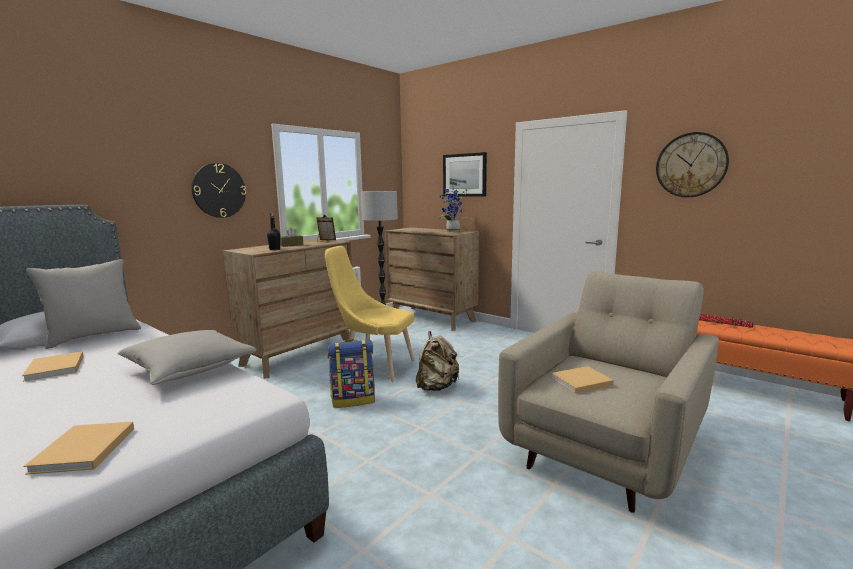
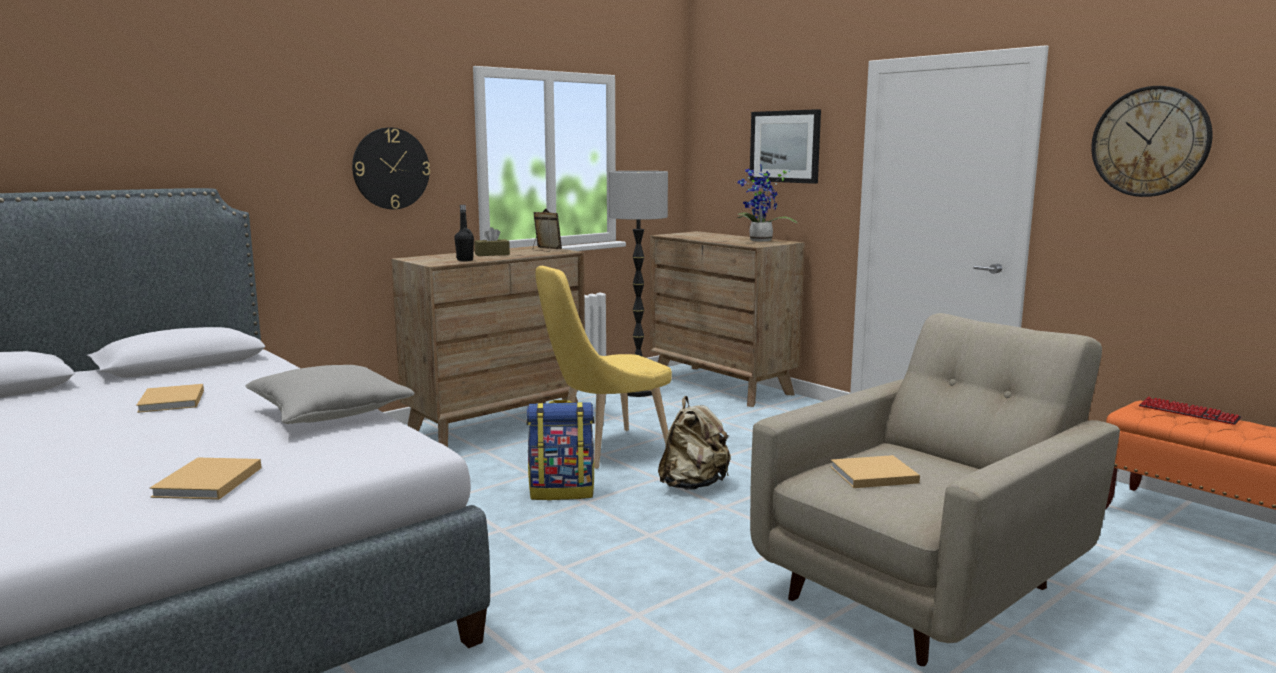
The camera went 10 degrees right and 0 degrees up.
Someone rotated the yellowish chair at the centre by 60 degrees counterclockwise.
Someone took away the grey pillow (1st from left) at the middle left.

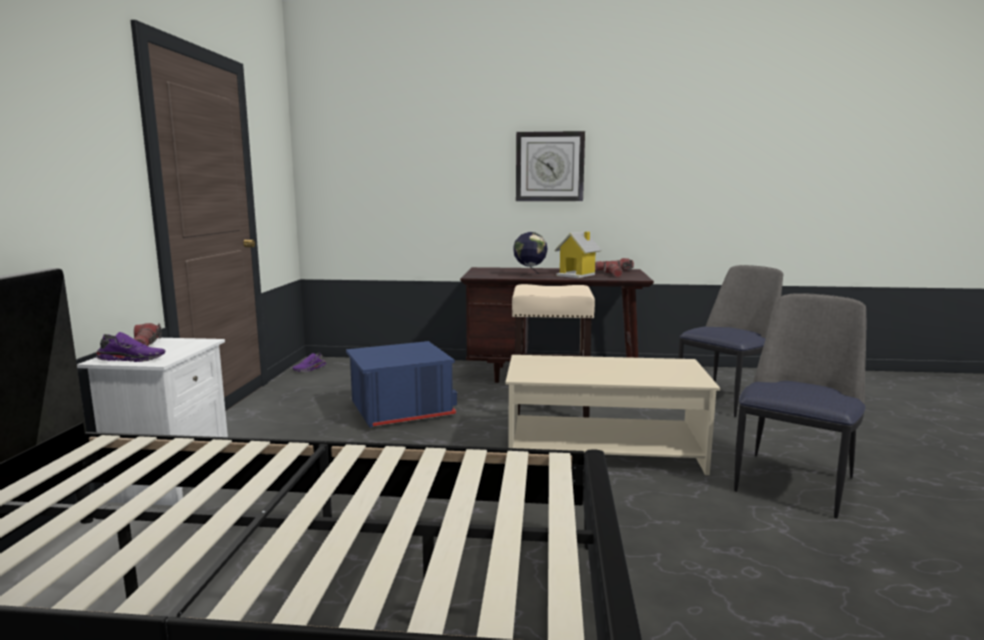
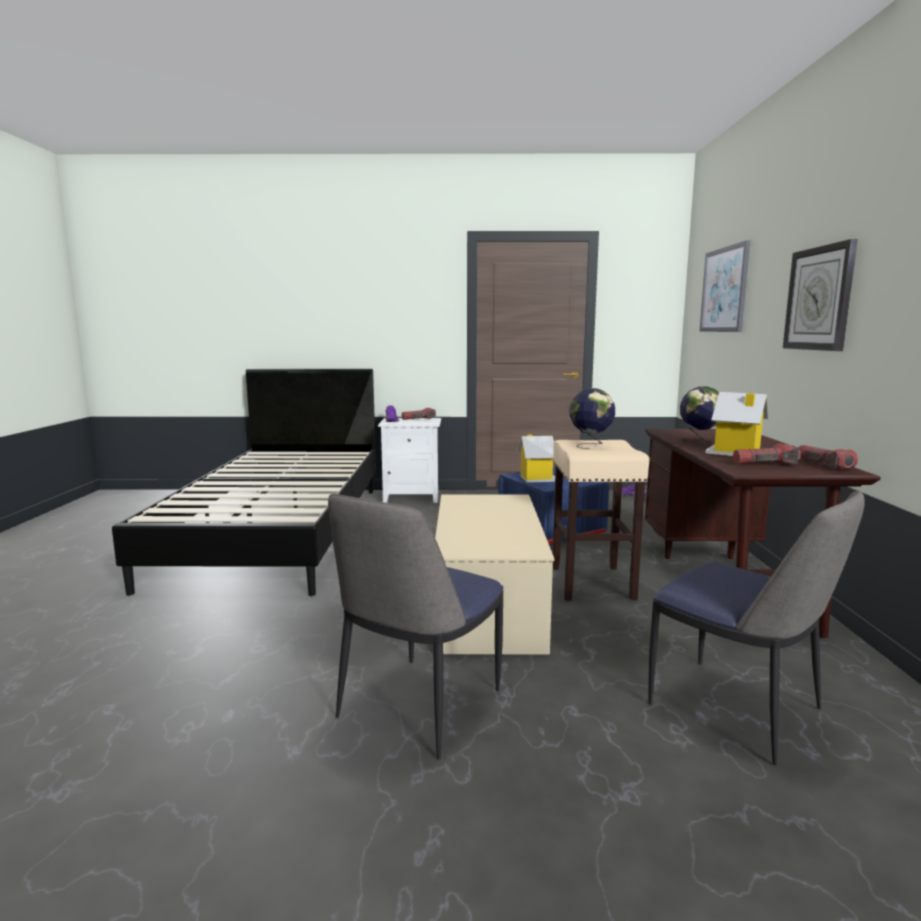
The camera went 85 degrees right and 0 degrees up.
Someone rotated the chair (2nd from left in the first image) at the middle right by 90 degrees clockwise.
Someone put up the wall picture at the top right.
Someone put down the desk globe (1st from left) at the centre.
Someone put down the miniature house (1st from left) at the centre.

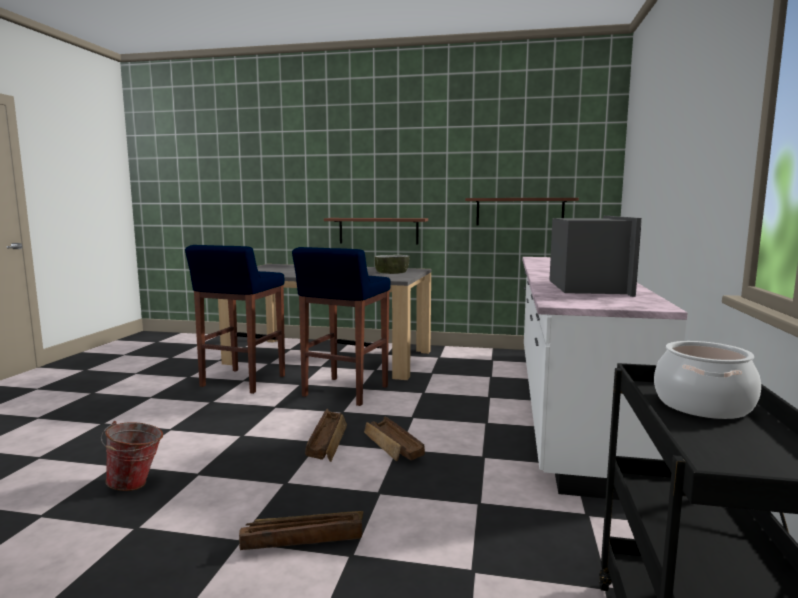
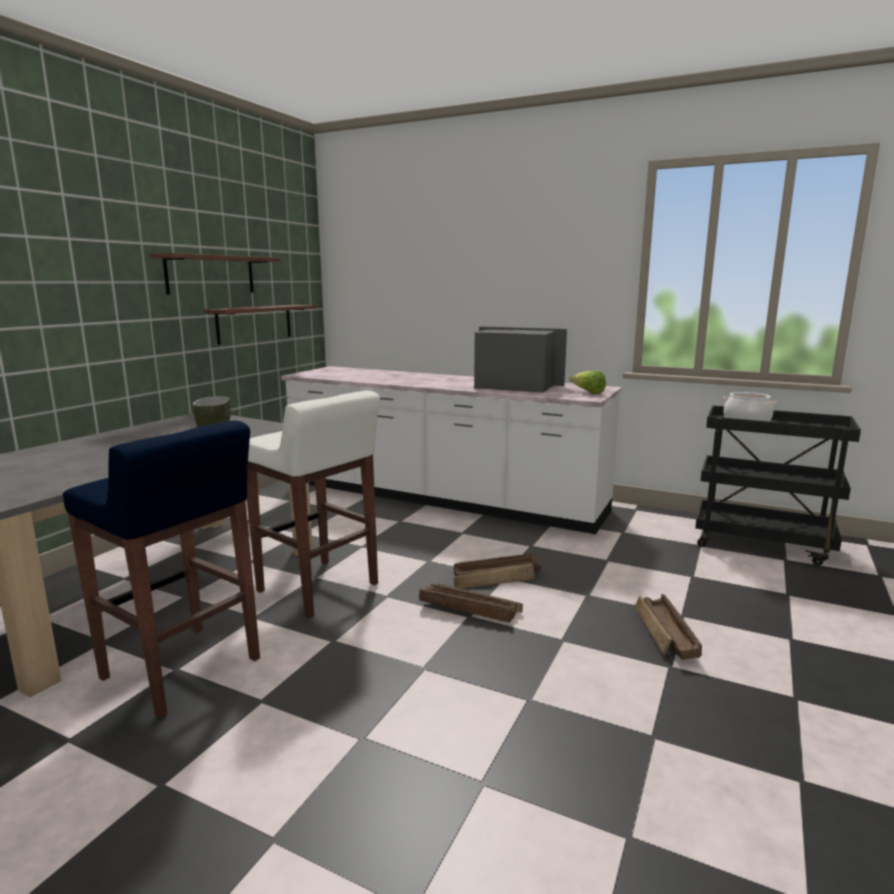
The camera went 75 degrees left and 5 degrees up.
Someone carried the bracket shelf (1st from left) from the centre to the top left.
Someone repainted the bluish sitting stool (2nd from left) at the centre, which became the white sitting stool at the centre.
Someone took away the water bucket at the bottom left.
Someone put down the lettuce head at the centre.

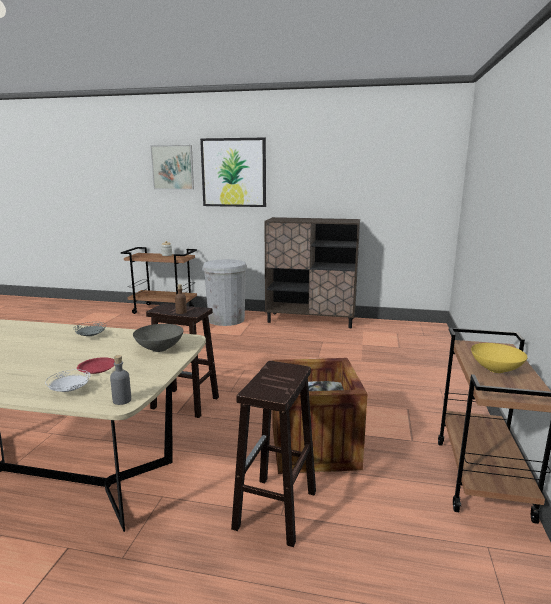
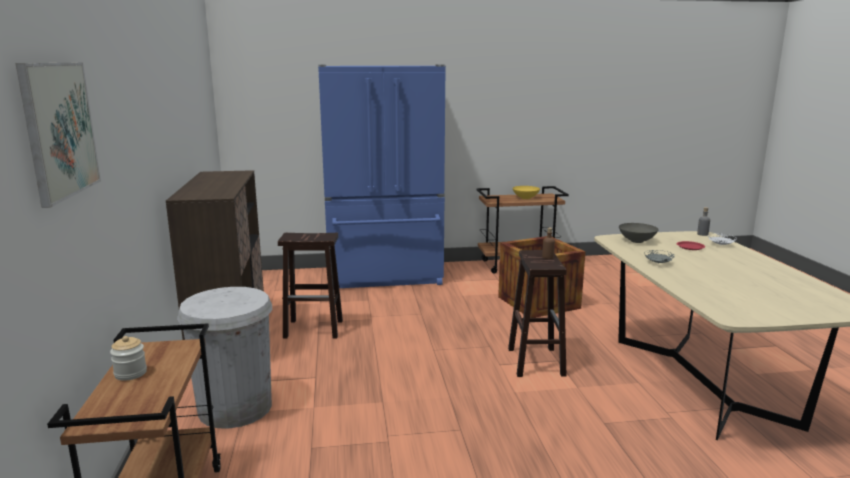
The camera went 110 degrees left and 0 degrees up.
Someone took away the wall picture (2nd from left) at the top centre.
Someone carried the brown-coloured sitting stool (2nd from left in the first image) from the bottom centre to the centre.
Someone put down the bluish fridge at the centre.

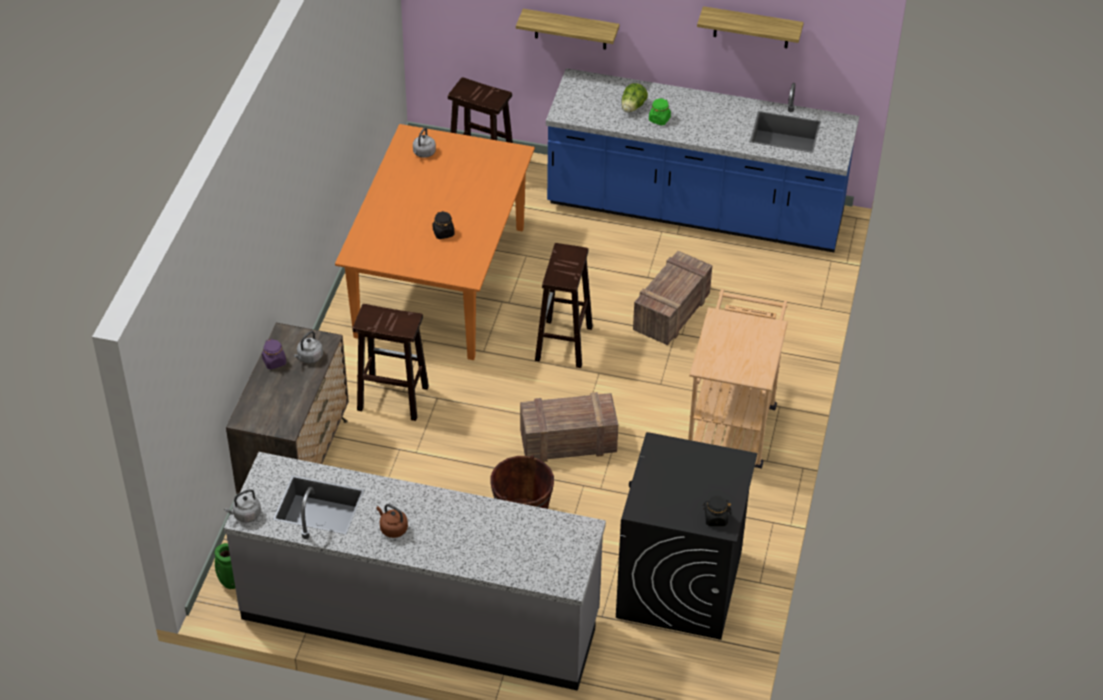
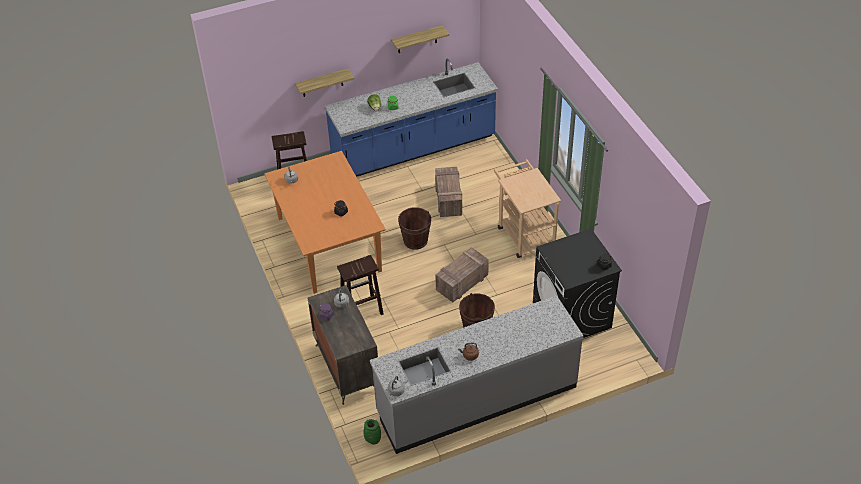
The camera went 35 degrees left and 0 degrees up.
Someone swapped the brown-coloured sitting stool (3rd from left) at the centre for the brown-coloured water bucket (1st from left) at the centre.

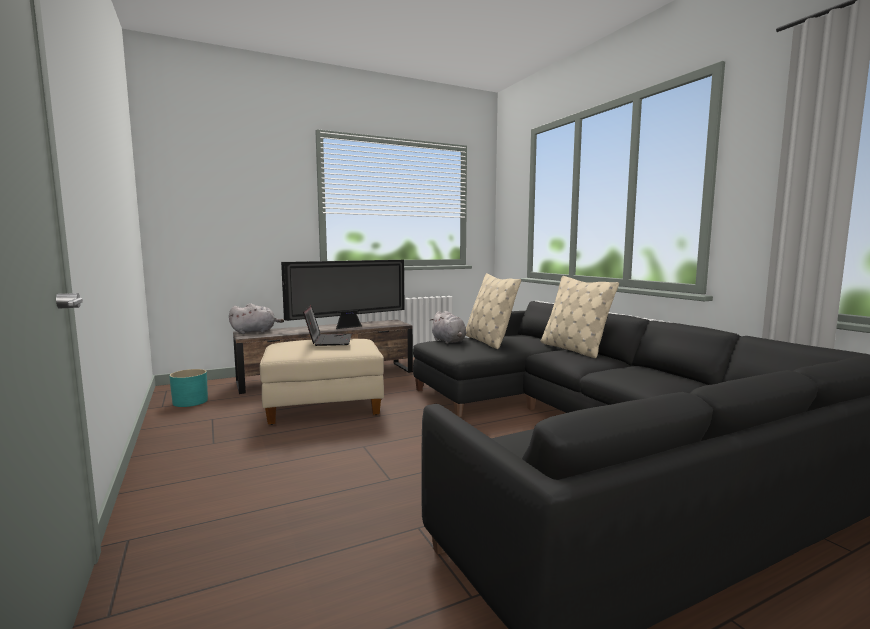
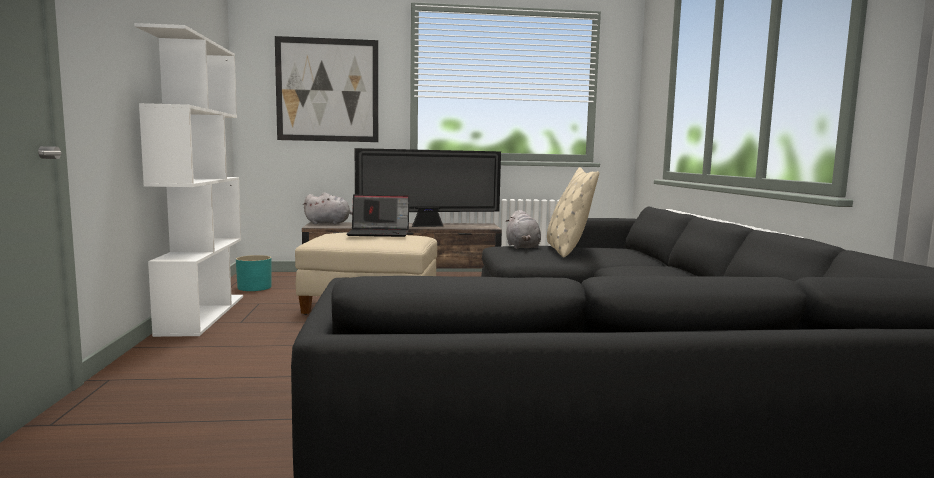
The camera went 20 degrees right and 0 degrees up.
Someone took away the sand-coloured pillow (2nd from left) at the middle right.
Someone rotated the notebook computer at the centre by 75 degrees clockwise.
Someone put down the white bookshelf at the middle left.
Someone put up the wall picture at the top centre.

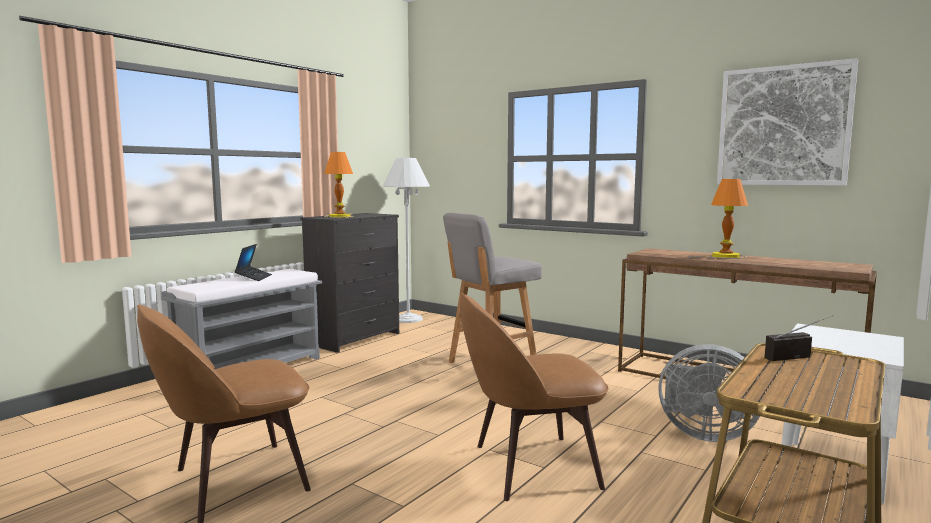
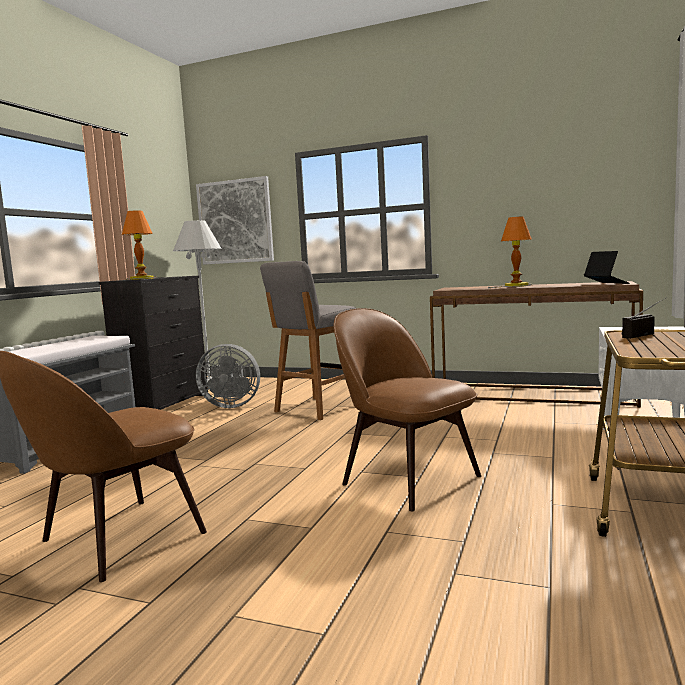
The camera went 15 degrees left and 0 degrees up.
Someone carried the wall picture from the top right to the top centre.
Someone carried the notebook computer from the middle left to the middle right.
Someone rotated the brown-coloured chair (2nd from left) at the bottom centre by 75 degrees clockwise.
Someone carried the grey fan from the bottom right to the middle left.

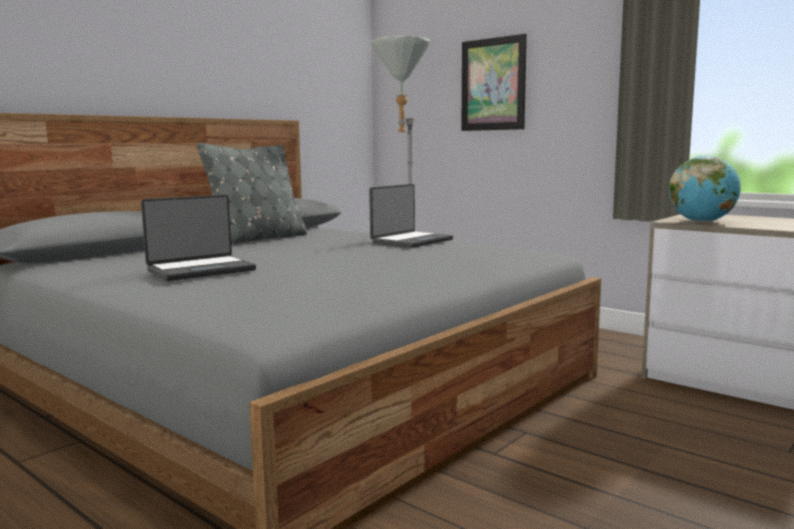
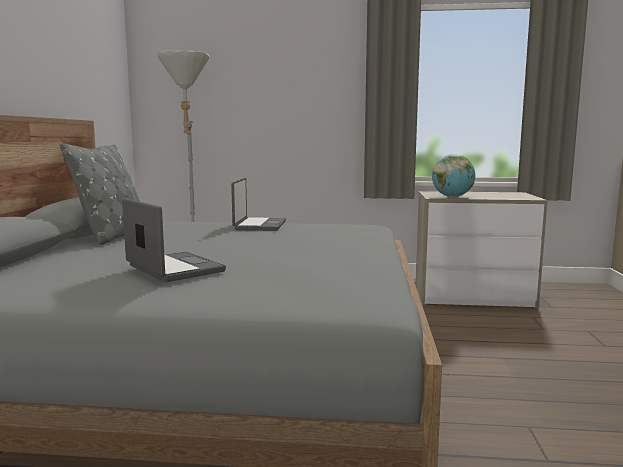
The camera went 35 degrees left and 0 degrees up.
Someone took away the wall picture at the top centre.
Someone rotated the notebook computer (1st from left) at the middle left by 60 degrees counterclockwise.

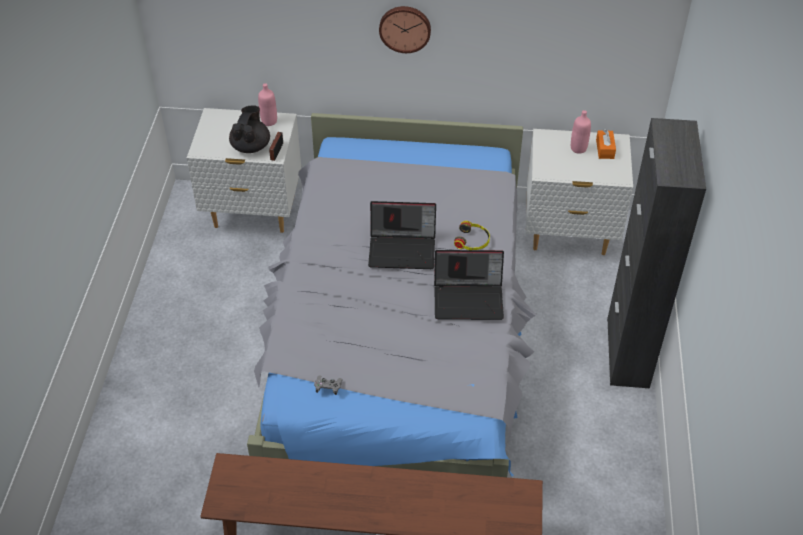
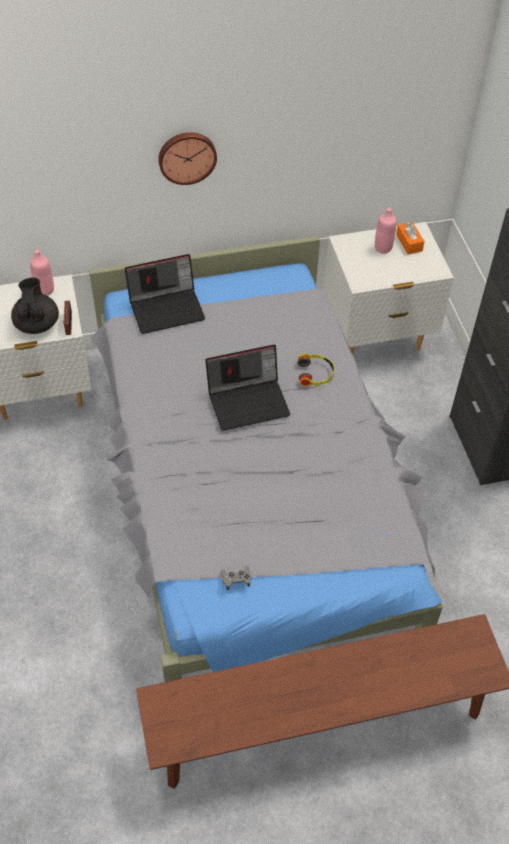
The camera went 20 degrees left and 5 degrees up.
Someone carried the notebook computer (2nd from left in the first image) from the centre to the middle left.

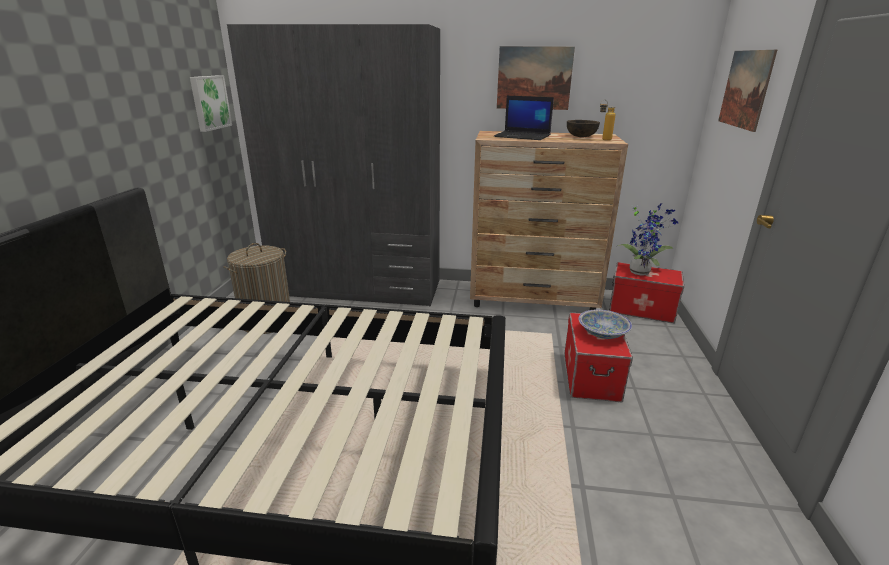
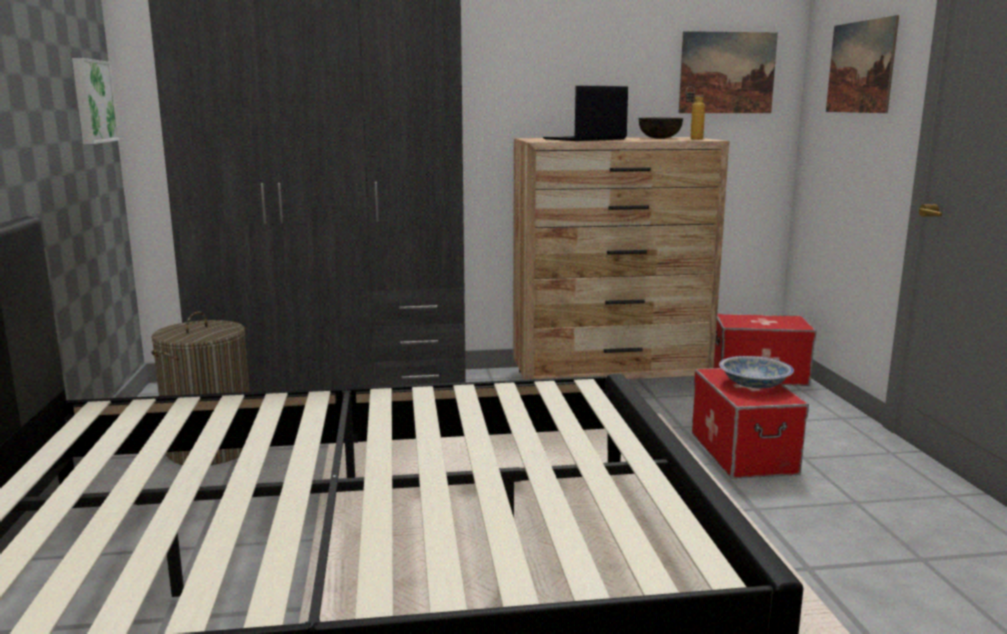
The camera went 15 degrees left and 10 degrees down.
Someone carried the wall picture (2nd from left) from the top centre to the top right.
Someone rotated the notebook computer at the top centre by 135 degrees clockwise.
Someone took away the potted plant at the middle right.

